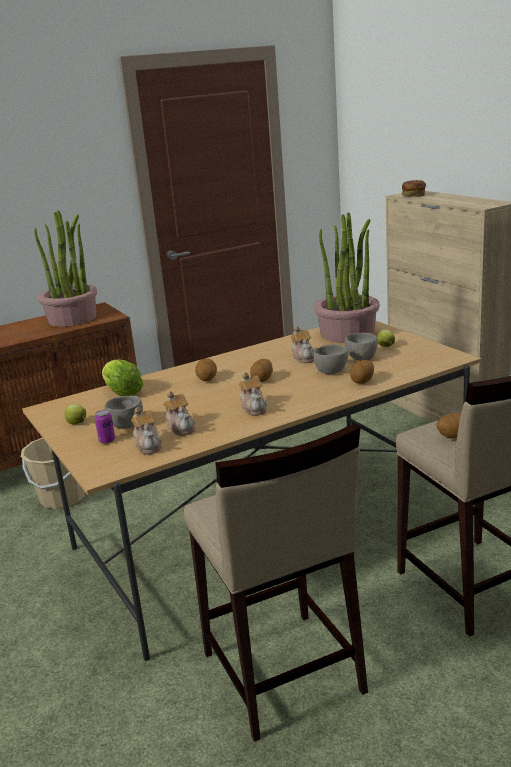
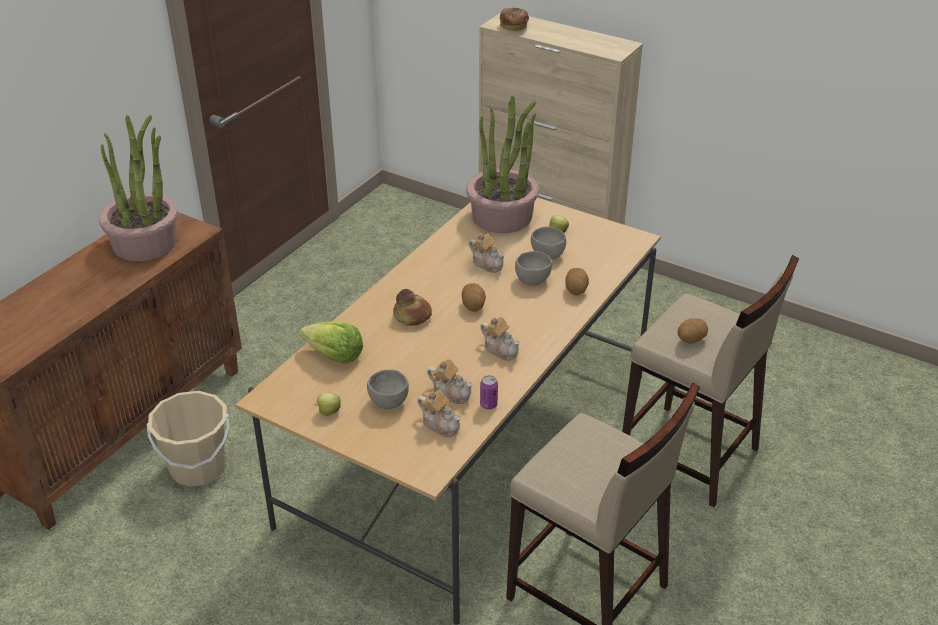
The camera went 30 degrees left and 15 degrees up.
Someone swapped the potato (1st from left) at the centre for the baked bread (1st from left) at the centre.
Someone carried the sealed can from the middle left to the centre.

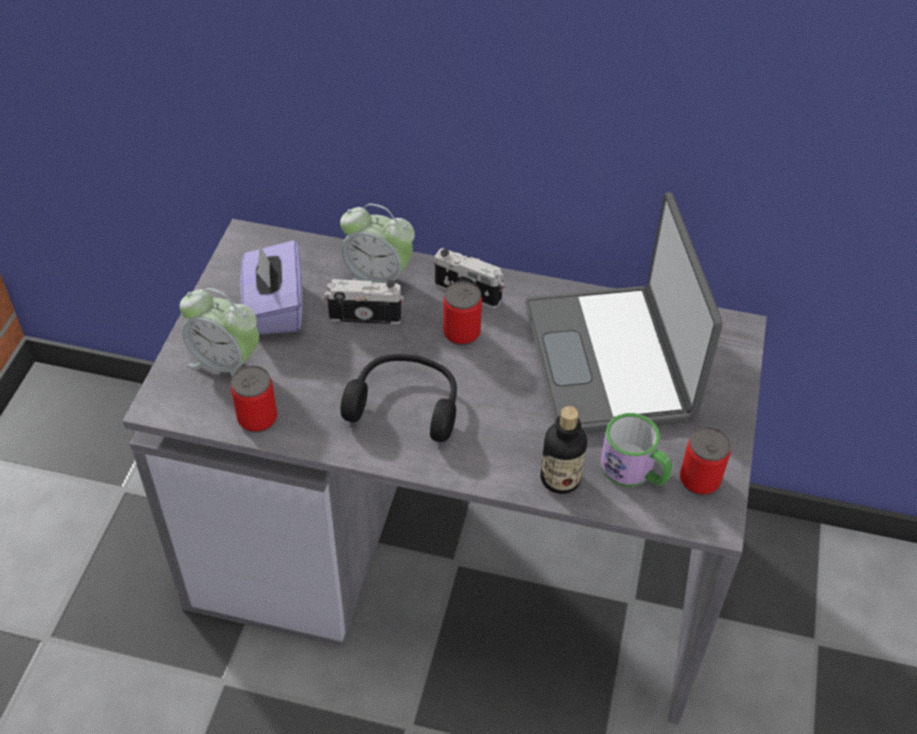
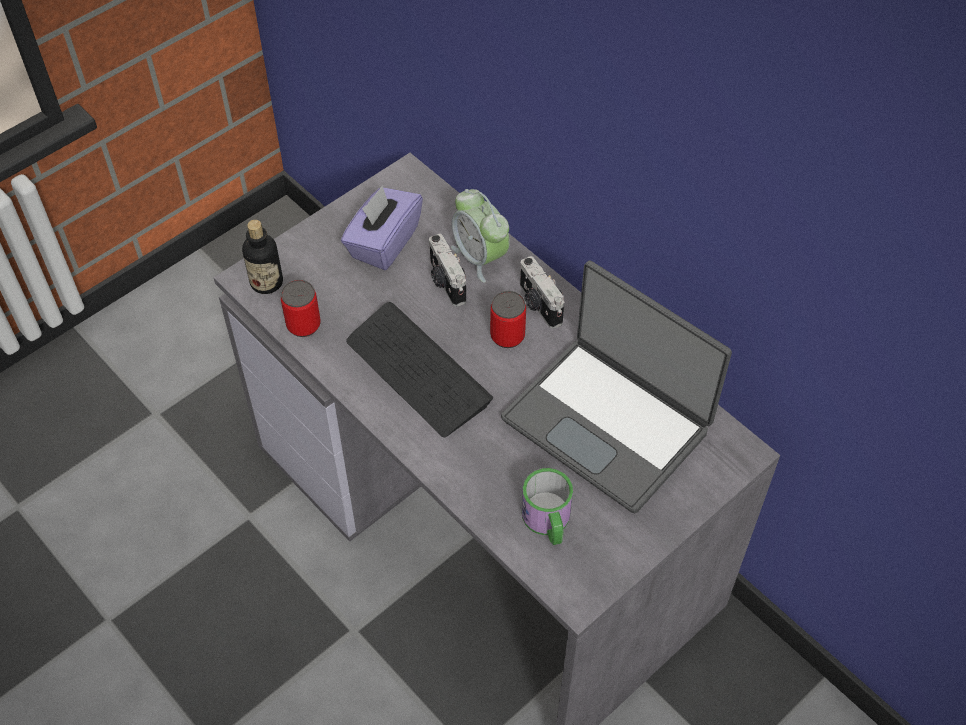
The camera went 35 degrees right and 5 degrees up.
Someone rotated the notebook computer at the middle right by 75 degrees counterclockwise.
Someone rotated the photo camera (1st from left) at the centre by 150 degrees counterclockwise.
Someone took away the alarm clock (1st from left) at the middle left.
Someone swapped the blackish pair of headphones at the centre for the keyboard at the centre.
Someone carried the bottle from the centre to the middle left.
Someone took away the sealed can (3rd from left) at the middle right.

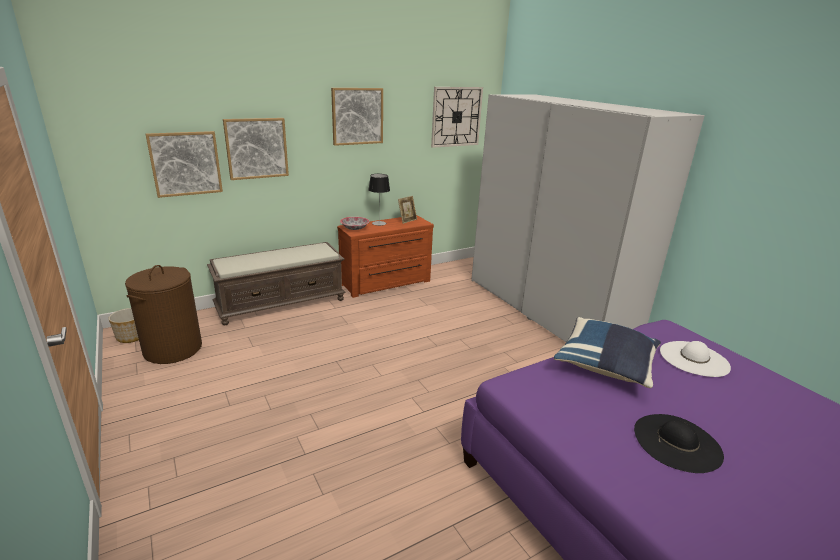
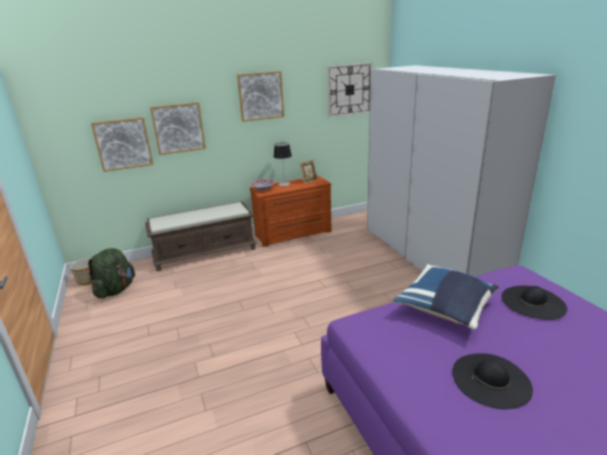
The camera went 10 degrees right and 0 degrees up.
Someone swapped the brown-coloured washing basket at the middle left for the green backpack at the middle left.
Someone repainted the white clothing hat at the middle right, which became the blackish clothing hat (2nd from left) at the middle right.

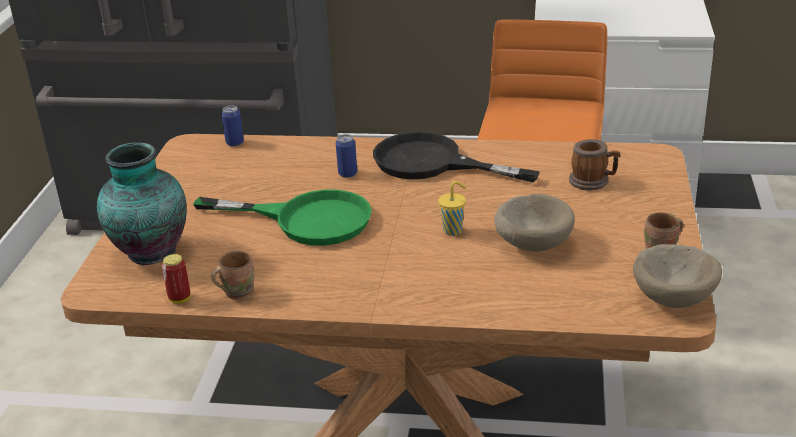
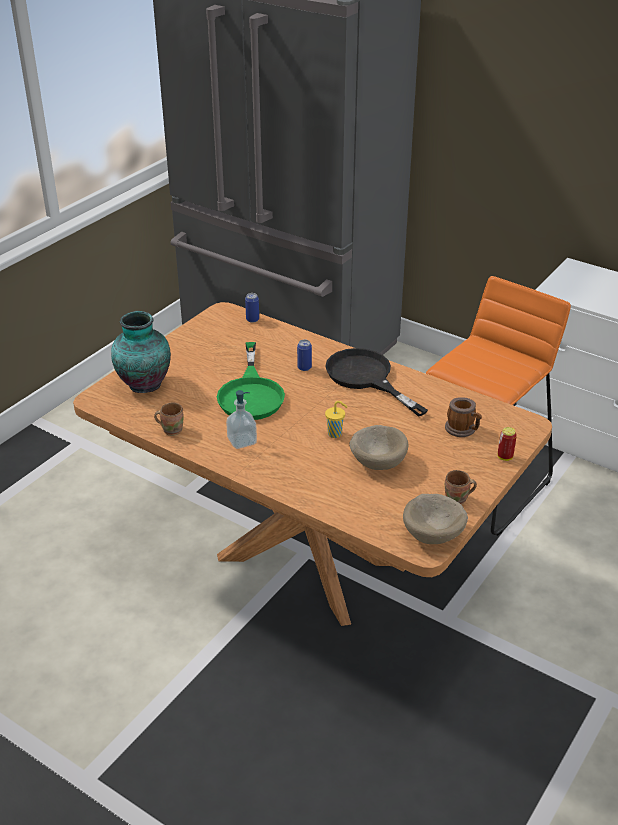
The camera went 25 degrees right and 5 degrees up.
Someone rotated the green frying pan at the centre by 45 degrees clockwise.
Someone carried the sealed can (1st from left in the first image) from the middle left to the middle right.
Someone put down the soap bottle at the centre.

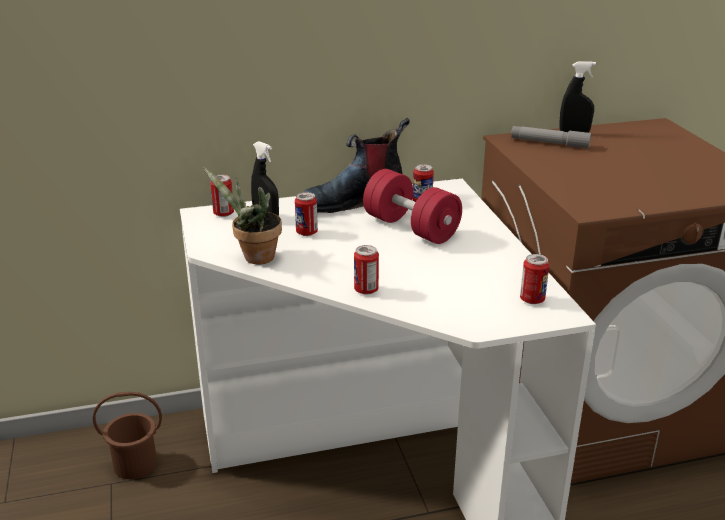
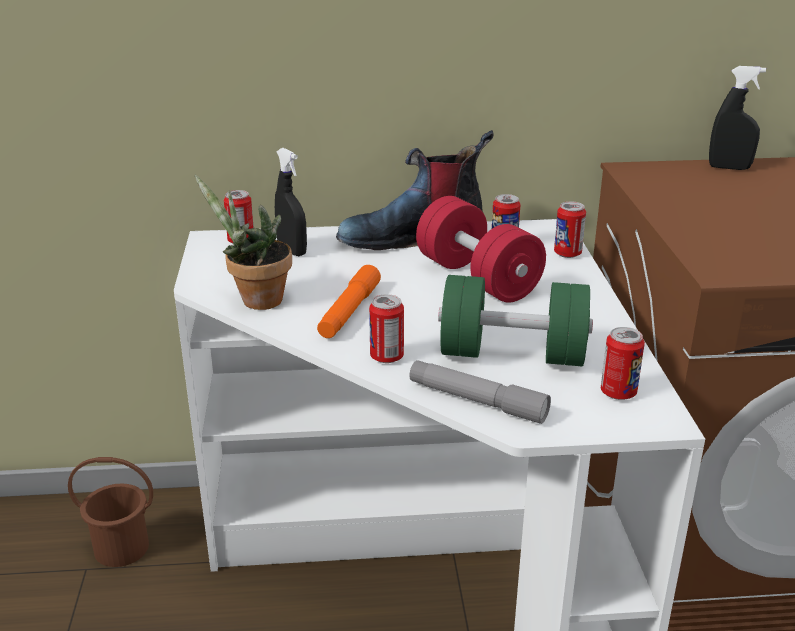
The camera went 10 degrees right and 0 degrees up.
Someone carried the grey hand torch from the top right to the centre.
Someone carried the sealed can (2nd from left in the first image) from the centre to the middle right.
Someone put down the orange hand torch at the centre.
Someone put down the green free weight at the centre.

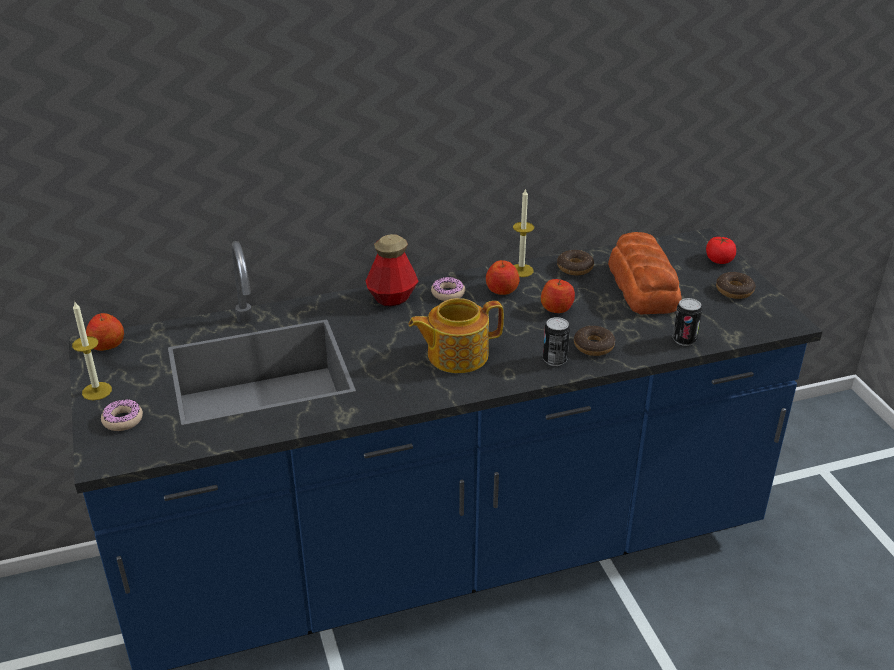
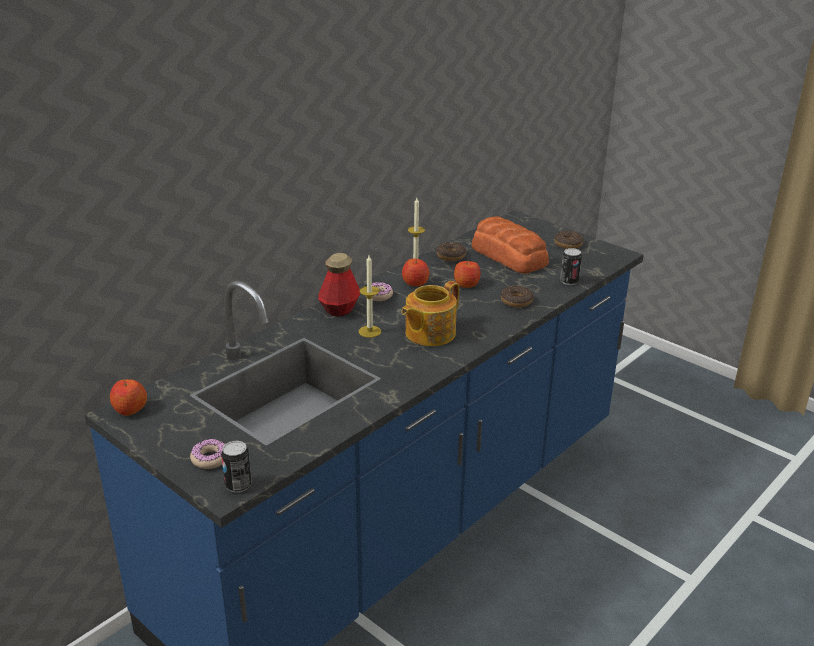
The camera went 30 degrees left and 5 degrees down.
Someone took away the tomato at the middle right.
Someone carried the wax light (1st from left) from the middle left to the centre.
Someone carried the sealed can (1st from left) from the centre to the bottom left.

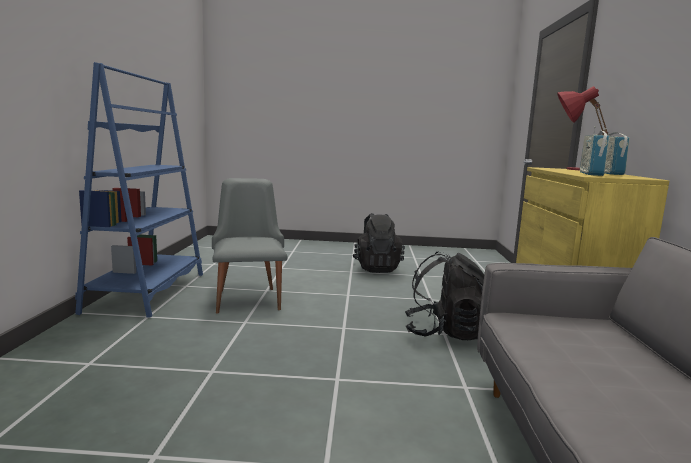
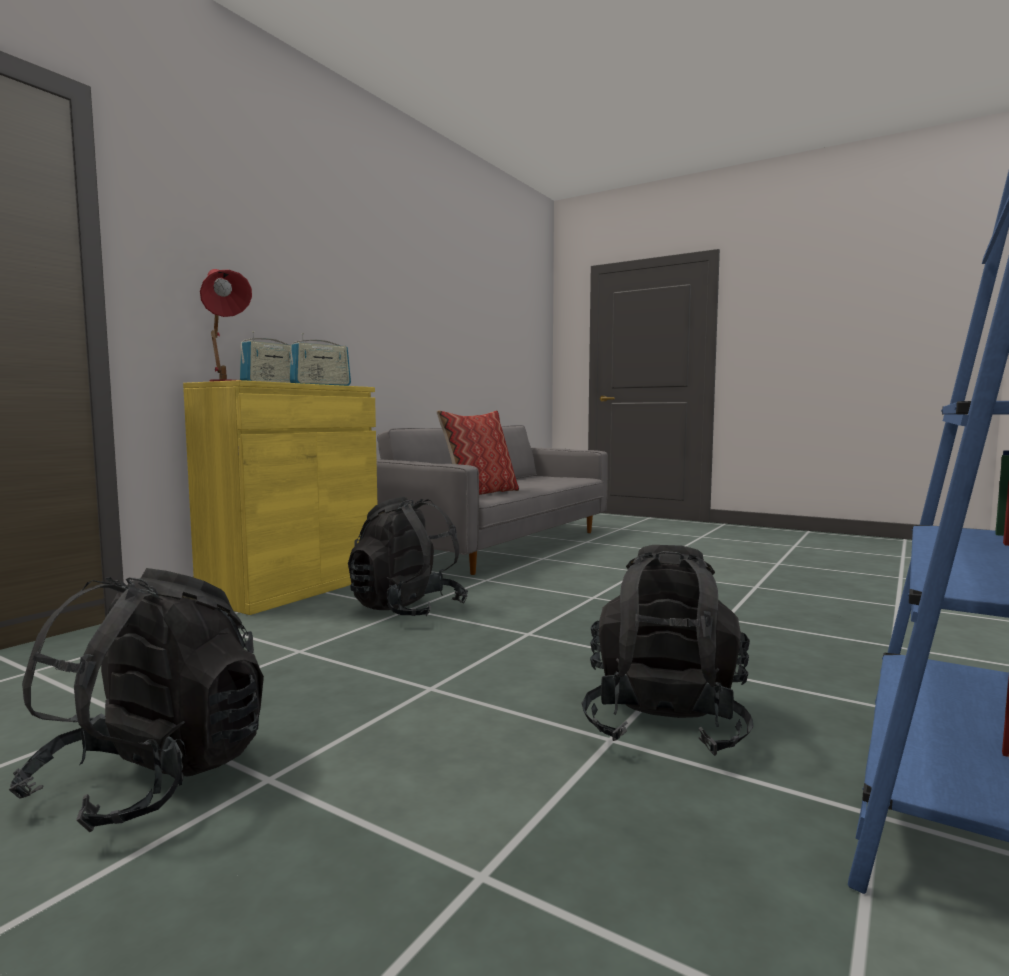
The camera went 150 degrees left and 5 degrees down.
Someone swapped the grey chair at the centre for the blackish backpack (3rd from left) at the centre.
Someone put down the pillow at the centre.

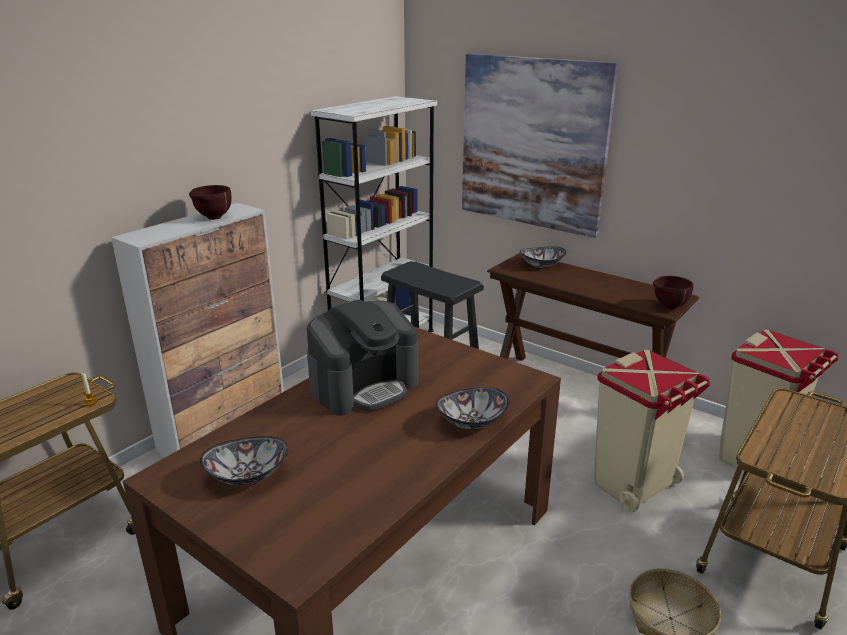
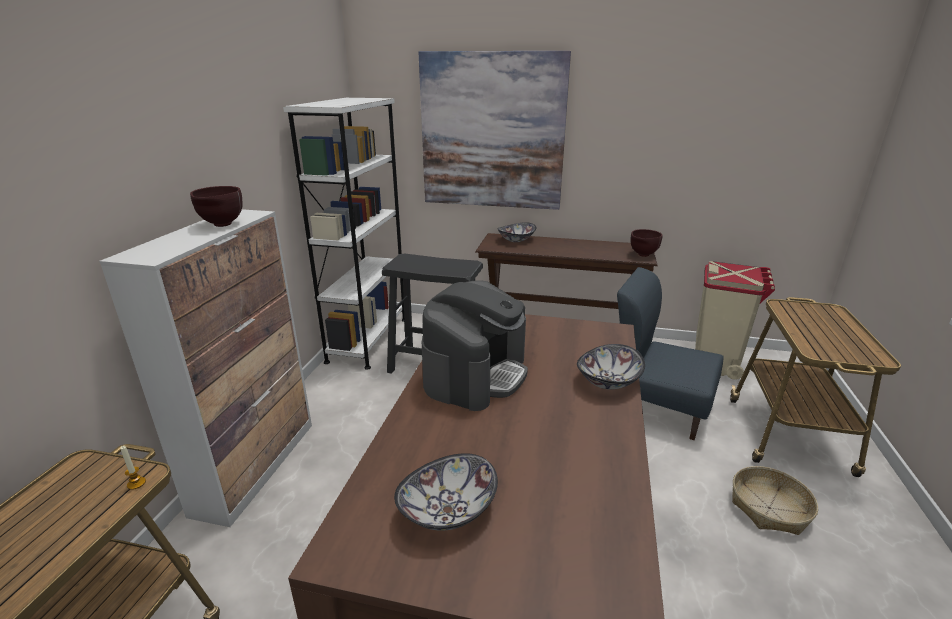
The camera went 25 degrees left and 0 degrees up.
Someone swapped the sand-coloured waste bin (1st from left) at the bottom right for the bluish chair at the middle right.

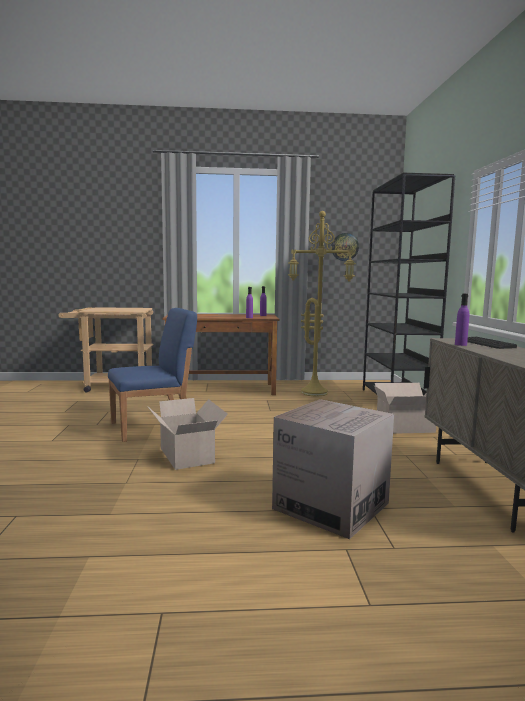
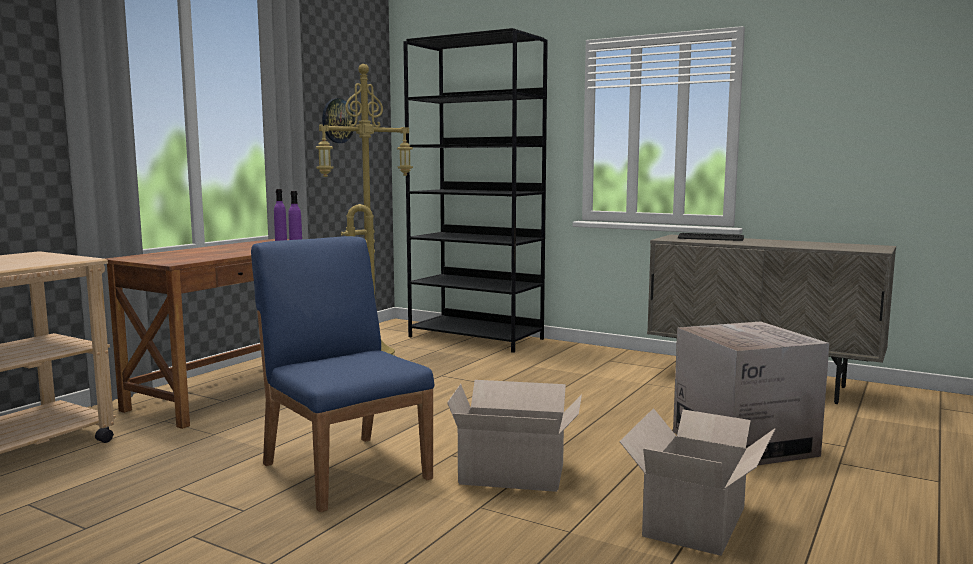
The camera went 55 degrees left and 0 degrees up.
Someone took away the purple bottle (3rd from left) at the middle right.
Someone rotated the bluish chair at the middle left by 45 degrees counterclockwise.
Someone carried the packing box (3rd from left in the first image) from the middle right to the bottom right.

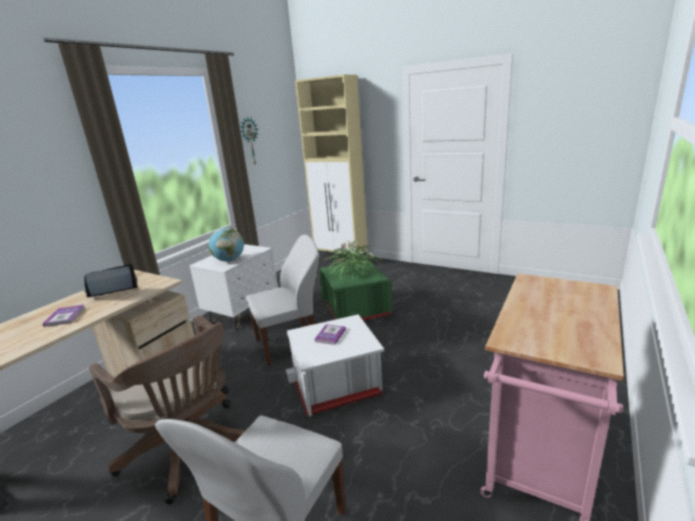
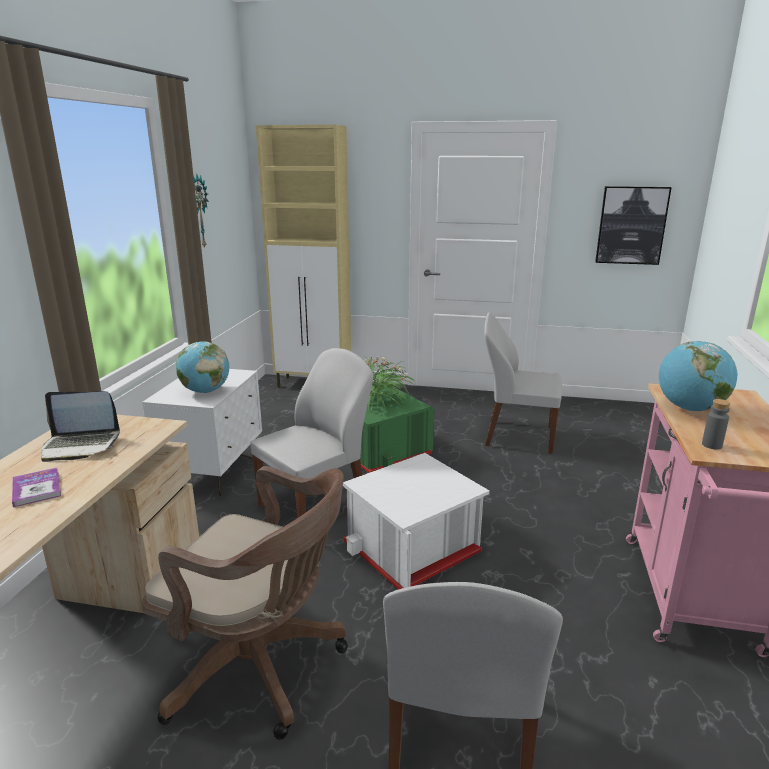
The camera went 20 degrees left and 0 degrees up.
Someone rotated the notebook computer at the middle left by 135 degrees counterclockwise.
Someone took away the bound book (2nd from left) at the centre.
Someone put up the wall picture at the top right.
Someone put down the white chair (3rd from left) at the middle right.
Someone put down the desk globe (2nd from left) at the middle right.
Someone put down the grey bottle at the middle right.

